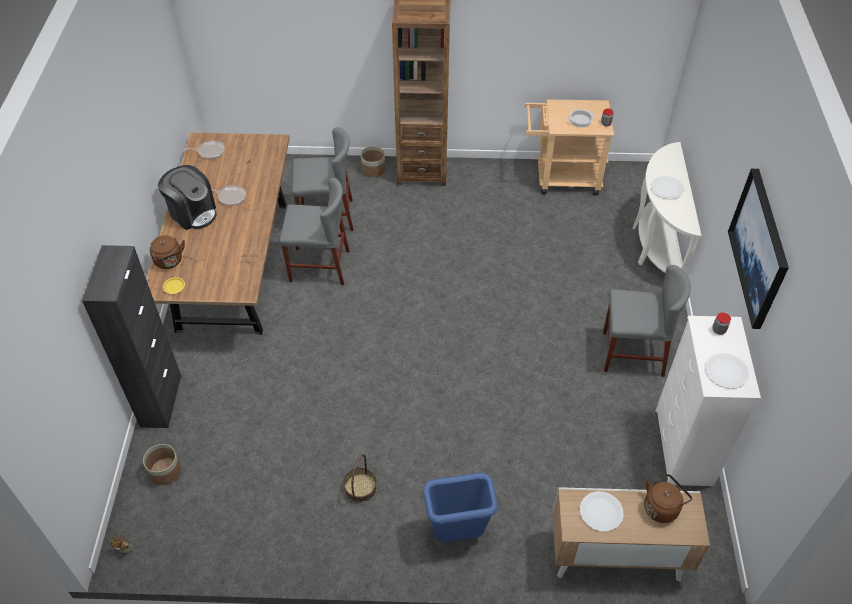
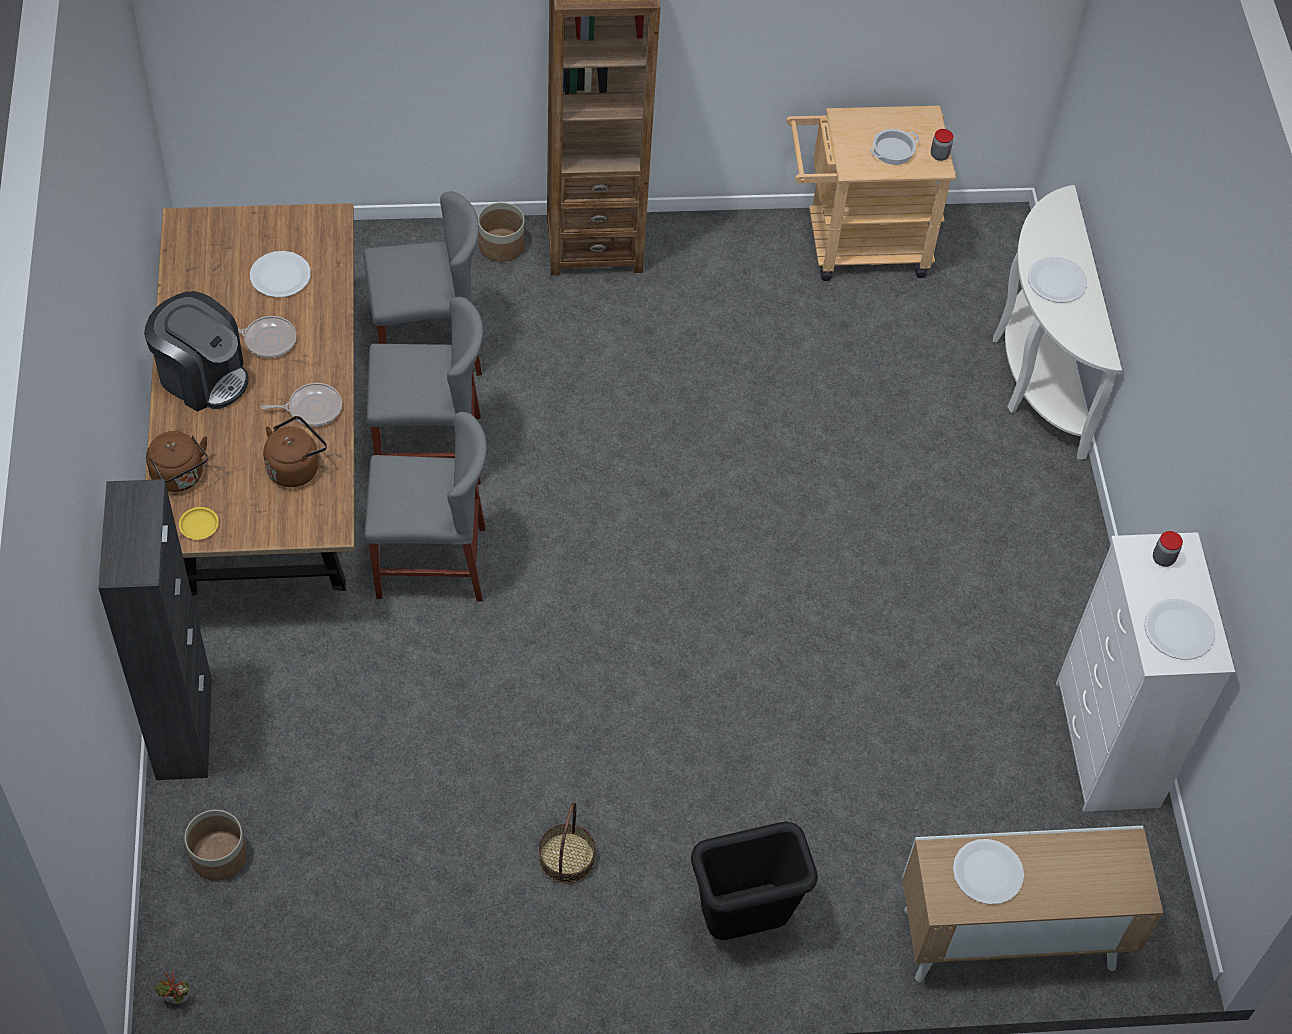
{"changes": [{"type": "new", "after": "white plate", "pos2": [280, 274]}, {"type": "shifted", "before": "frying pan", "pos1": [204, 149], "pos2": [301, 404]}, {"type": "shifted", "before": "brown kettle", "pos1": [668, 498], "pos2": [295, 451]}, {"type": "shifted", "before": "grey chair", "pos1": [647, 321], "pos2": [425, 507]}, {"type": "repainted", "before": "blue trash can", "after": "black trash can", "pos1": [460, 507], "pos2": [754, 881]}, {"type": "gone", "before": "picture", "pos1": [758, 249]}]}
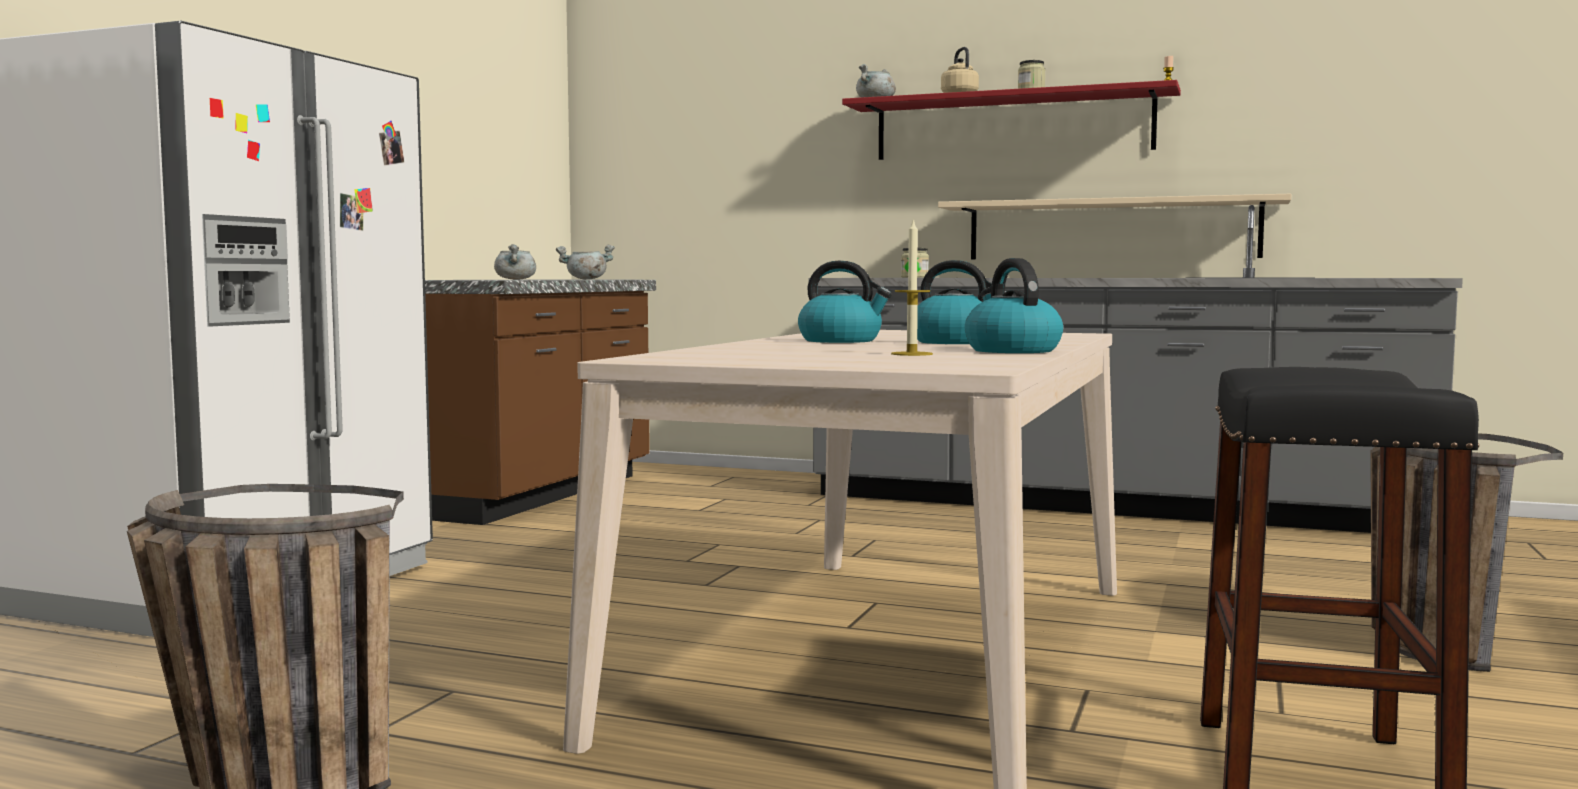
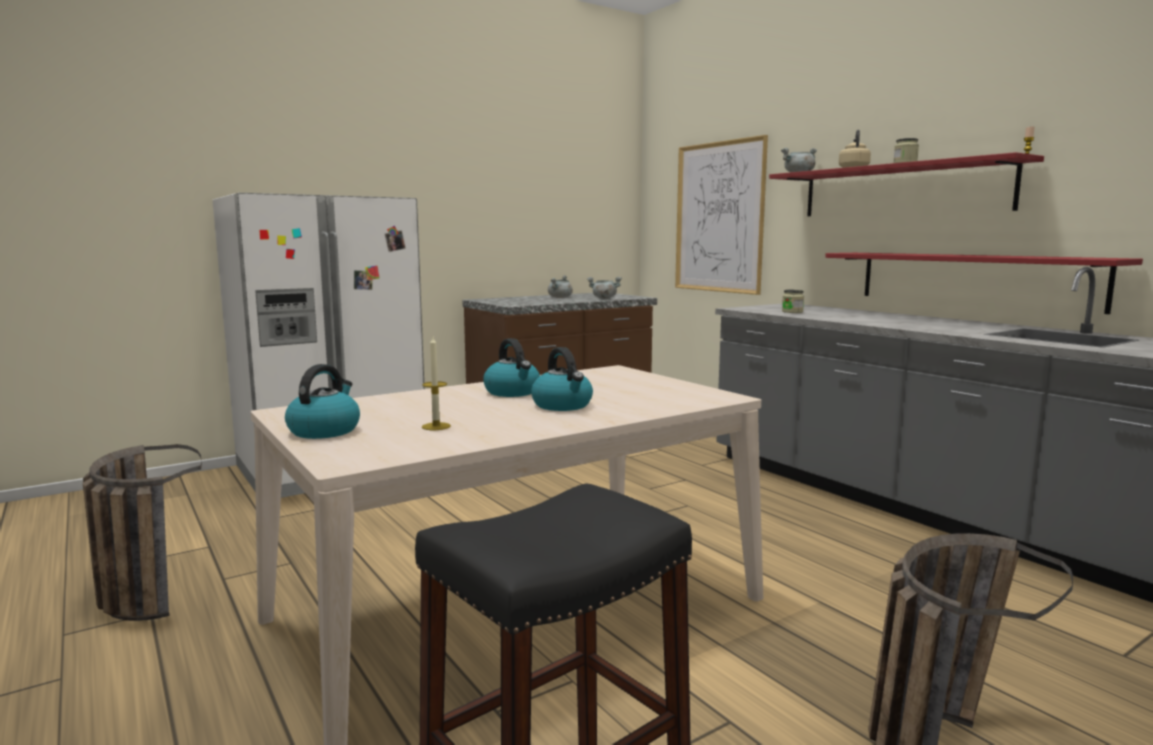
{"changes": [{"type": "shifted", "before": "kettle", "pos1": [1014, 305], "pos2": [322, 401]}, {"type": "new", "after": "picture", "pos2": [721, 215]}, {"type": "repainted", "before": "beige shelf", "after": "red shelf", "pos1": [1114, 227], "pos2": [984, 283]}]}
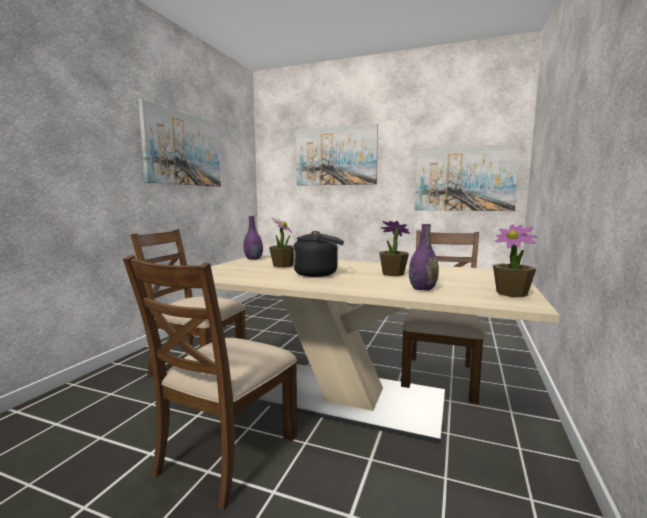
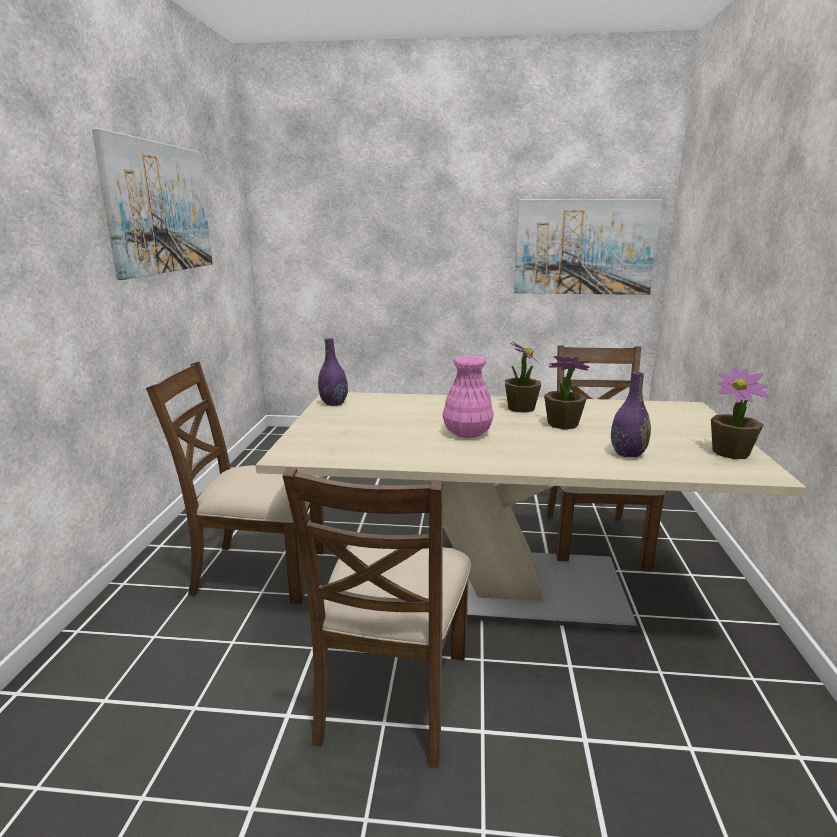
{"changes": [{"type": "swapped", "before": "black kettle", "after": "pink vase", "pos1": [318, 254], "pos2": [468, 397]}, {"type": "shifted", "before": "potted plant", "pos1": [281, 243], "pos2": [523, 377]}, {"type": "gone", "before": "picture", "pos1": [337, 154]}]}
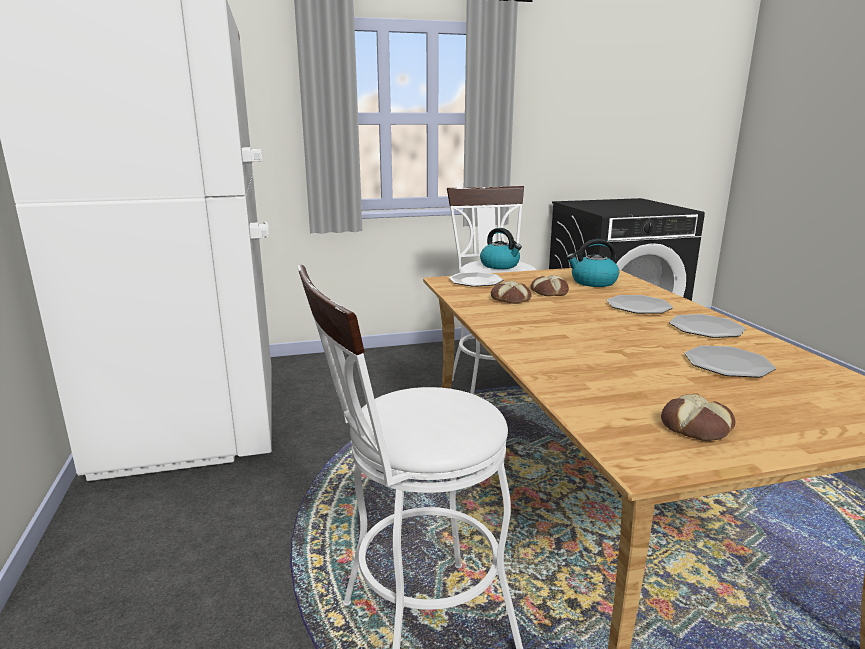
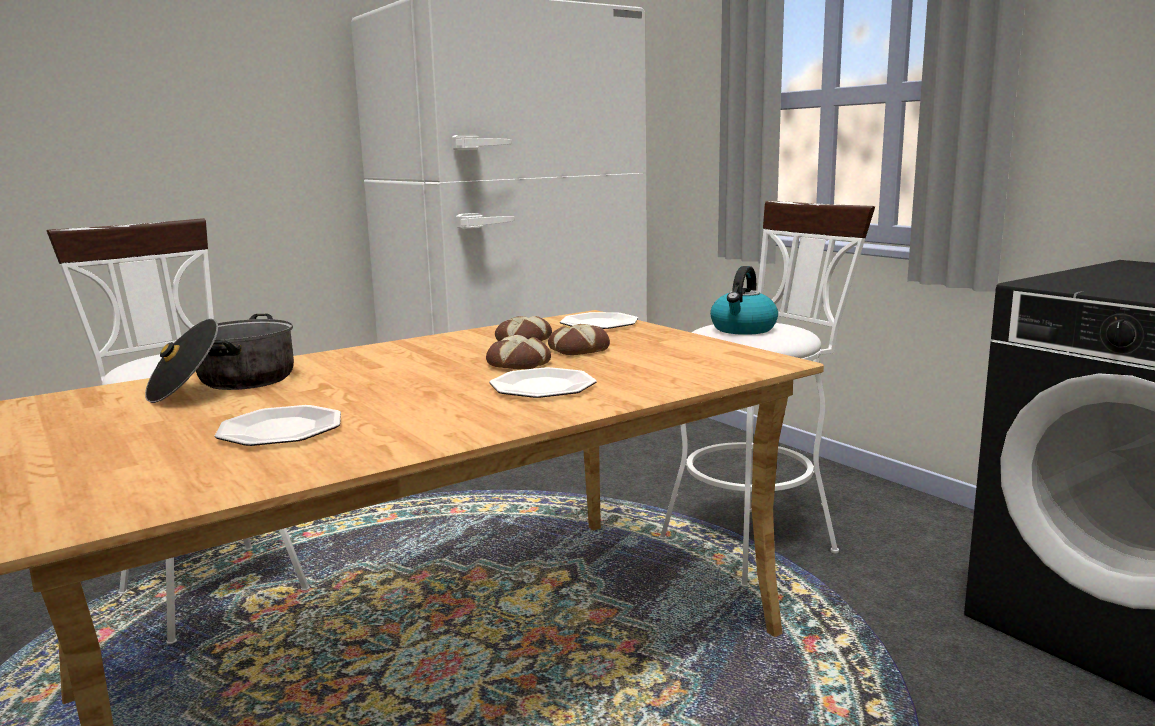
{"changes": [{"type": "new", "after": "cooking pot", "pos2": [219, 358]}, {"type": "shifted", "before": "bread", "pos1": [698, 417], "pos2": [518, 352]}, {"type": "gone", "before": "kettle", "pos1": [593, 263]}, {"type": "gone", "before": "plate", "pos1": [707, 326]}]}
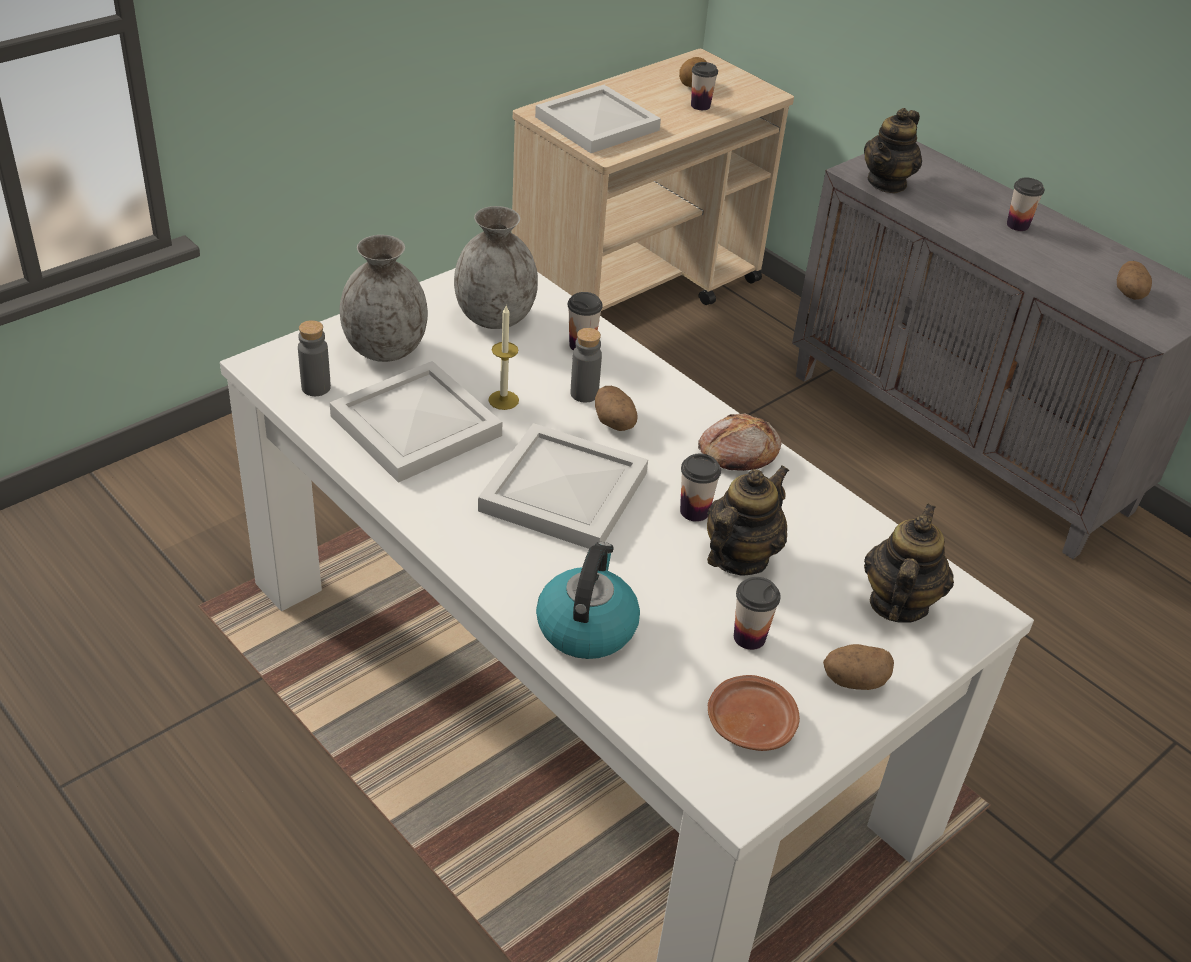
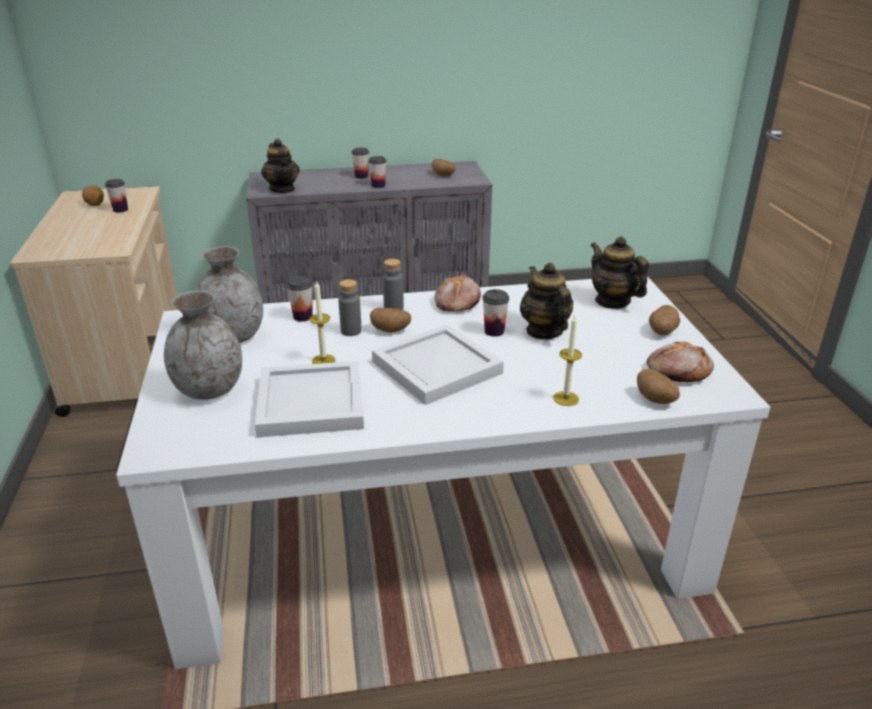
{"changes": [{"type": "shifted", "before": "cup", "pos1": [757, 613], "pos2": [377, 172]}, {"type": "shifted", "before": "grey bottle", "pos1": [314, 358], "pos2": [393, 284]}, {"type": "swapped", "before": "kettle", "after": "candle", "pos1": [588, 600], "pos2": [567, 360]}, {"type": "new", "after": "potato", "pos2": [658, 386]}, {"type": "swapped", "before": "brown plate", "after": "bread", "pos1": [754, 713], "pos2": [680, 362]}, {"type": "gone", "before": "white tray", "pos1": [598, 119]}]}
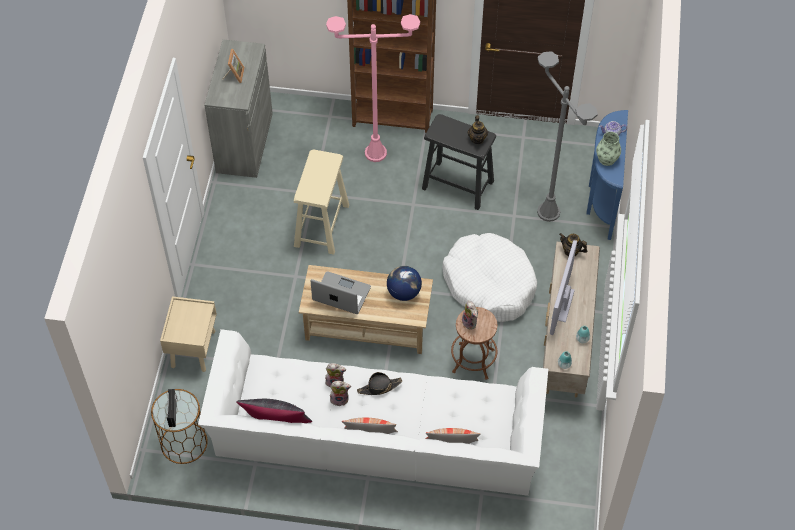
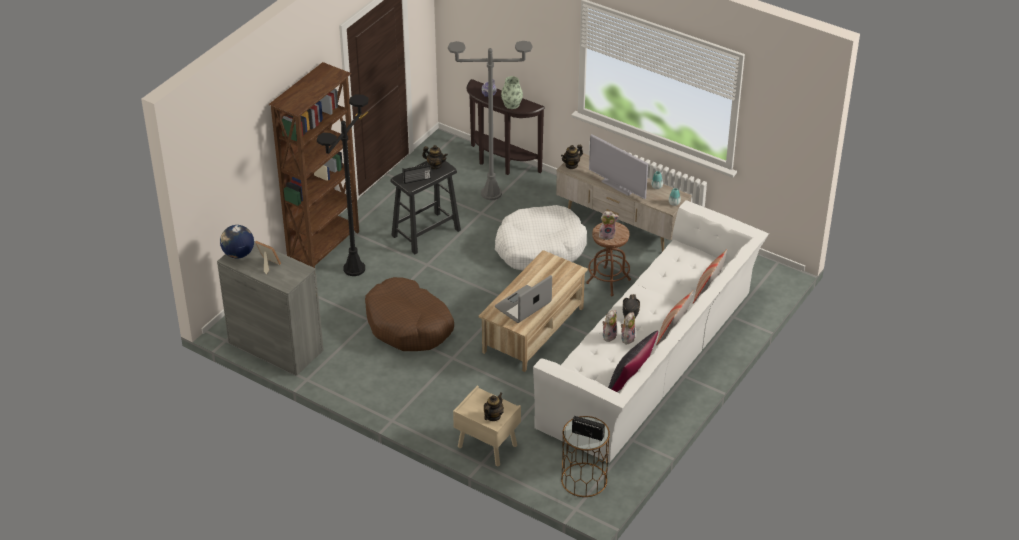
{"changes": [{"type": "shifted", "before": "globe", "pos1": [404, 283], "pos2": [237, 242]}, {"type": "repainted", "before": "pink floor lamp", "after": "black floor lamp", "pos1": [373, 88], "pos2": [343, 185]}, {"type": "swapped", "before": "beige stool", "after": "brown dog bed", "pos1": [321, 202], "pos2": [409, 314]}, {"type": "new", "after": "radio", "pos2": [416, 173]}, {"type": "repainted", "before": "blue console table", "after": "brown console table", "pos1": [607, 175], "pos2": [506, 127]}, {"type": "new", "after": "teapot", "pos2": [494, 407]}]}
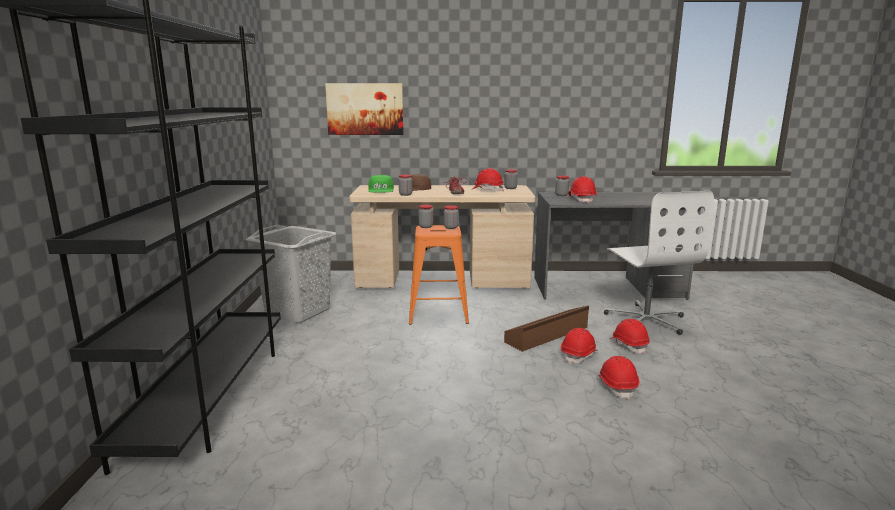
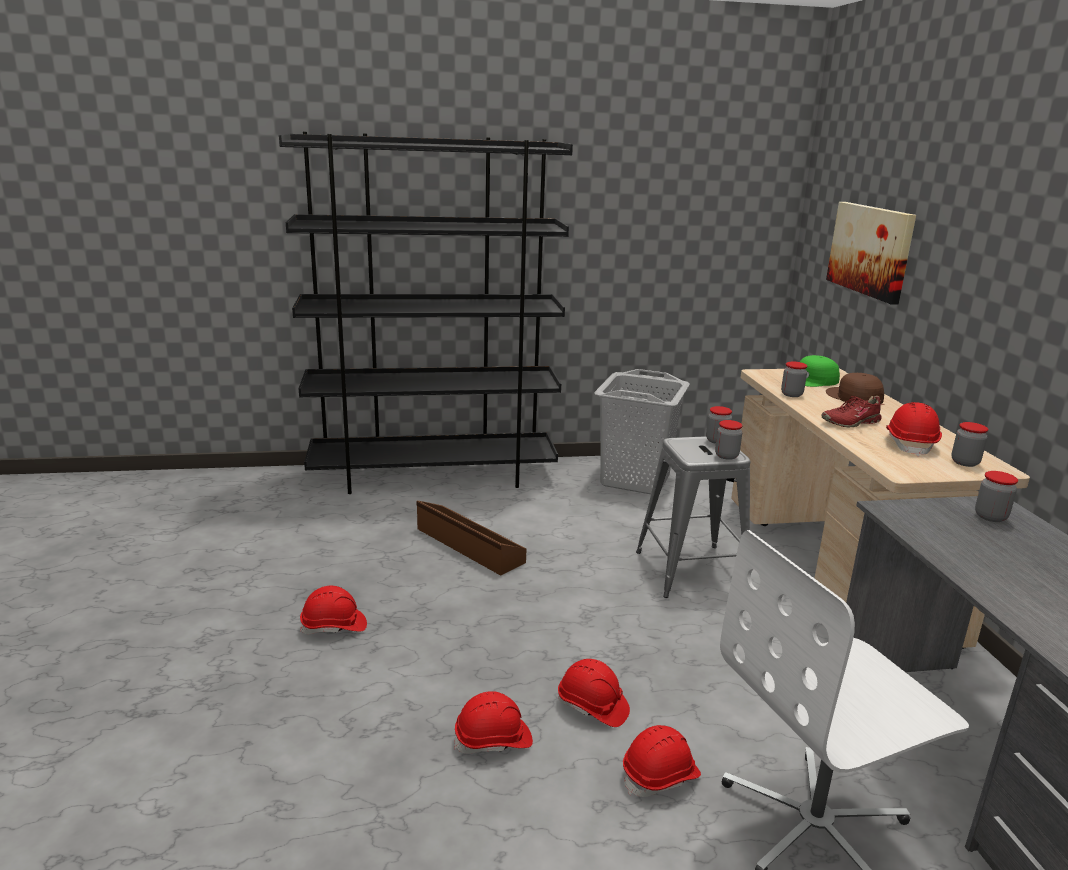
{"changes": [{"type": "shifted", "before": "red hard hat", "pos1": [582, 190], "pos2": [333, 610]}, {"type": "shifted", "before": "brown storage box", "pos1": [546, 329], "pos2": [471, 538]}, {"type": "repainted", "before": "orange stool", "after": "grey stool", "pos1": [439, 275], "pos2": [693, 517]}]}
